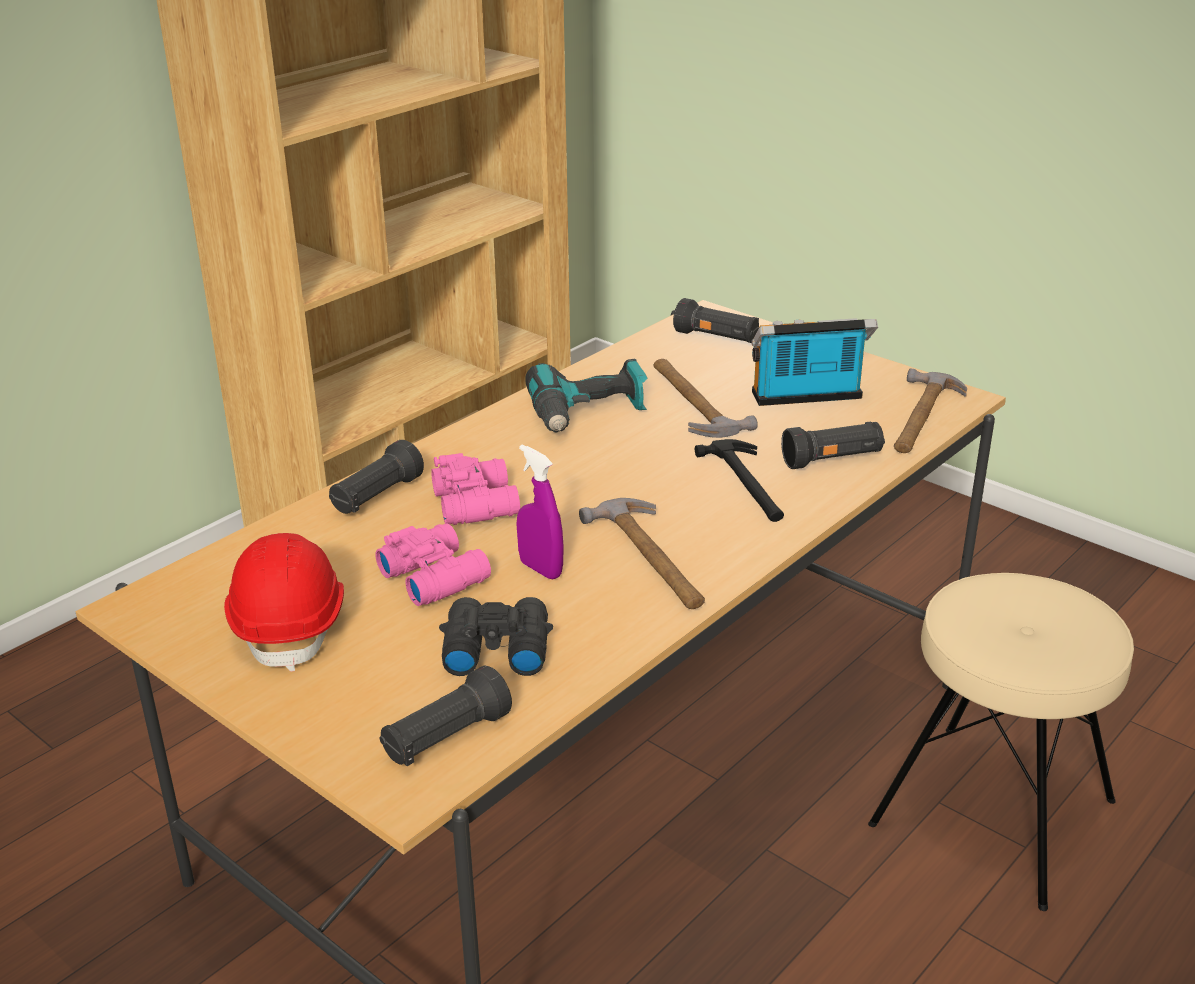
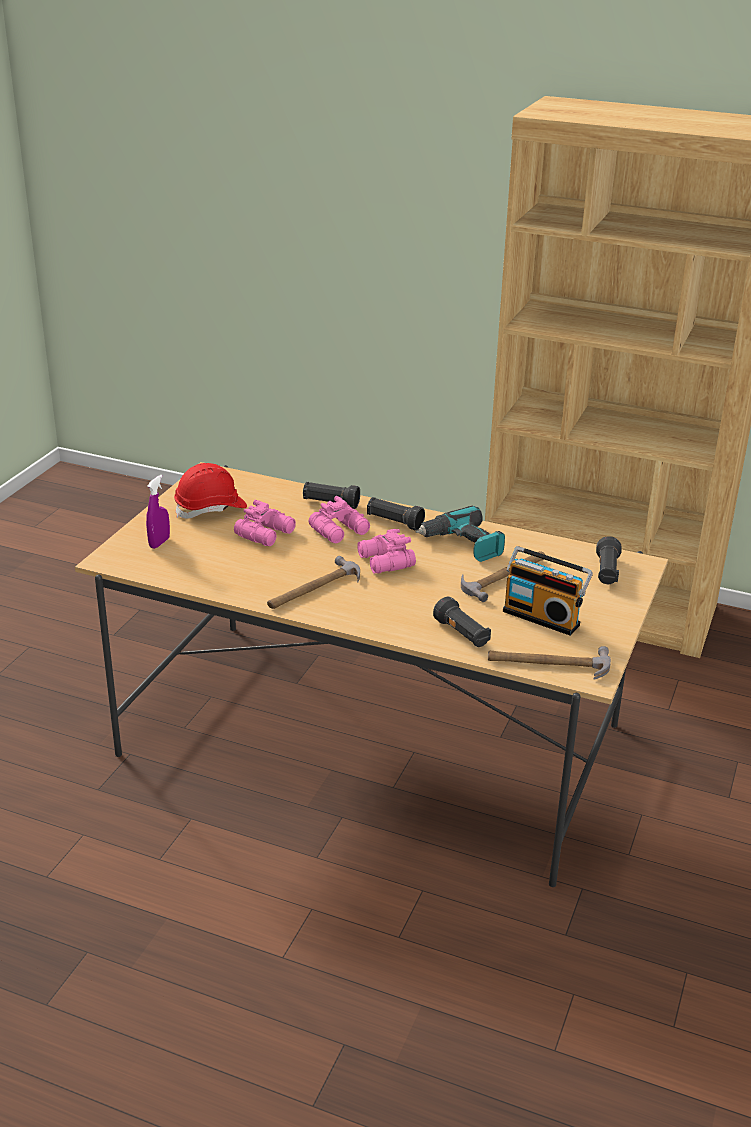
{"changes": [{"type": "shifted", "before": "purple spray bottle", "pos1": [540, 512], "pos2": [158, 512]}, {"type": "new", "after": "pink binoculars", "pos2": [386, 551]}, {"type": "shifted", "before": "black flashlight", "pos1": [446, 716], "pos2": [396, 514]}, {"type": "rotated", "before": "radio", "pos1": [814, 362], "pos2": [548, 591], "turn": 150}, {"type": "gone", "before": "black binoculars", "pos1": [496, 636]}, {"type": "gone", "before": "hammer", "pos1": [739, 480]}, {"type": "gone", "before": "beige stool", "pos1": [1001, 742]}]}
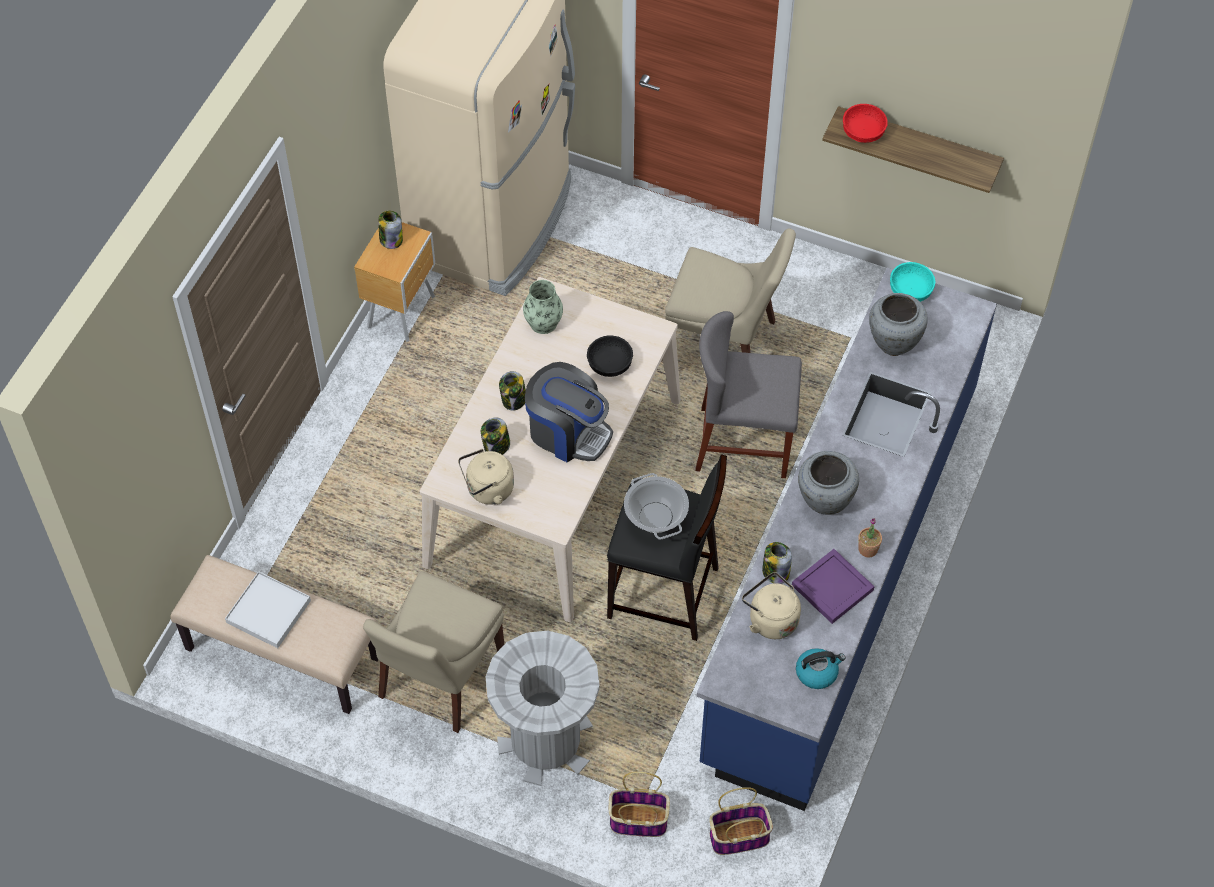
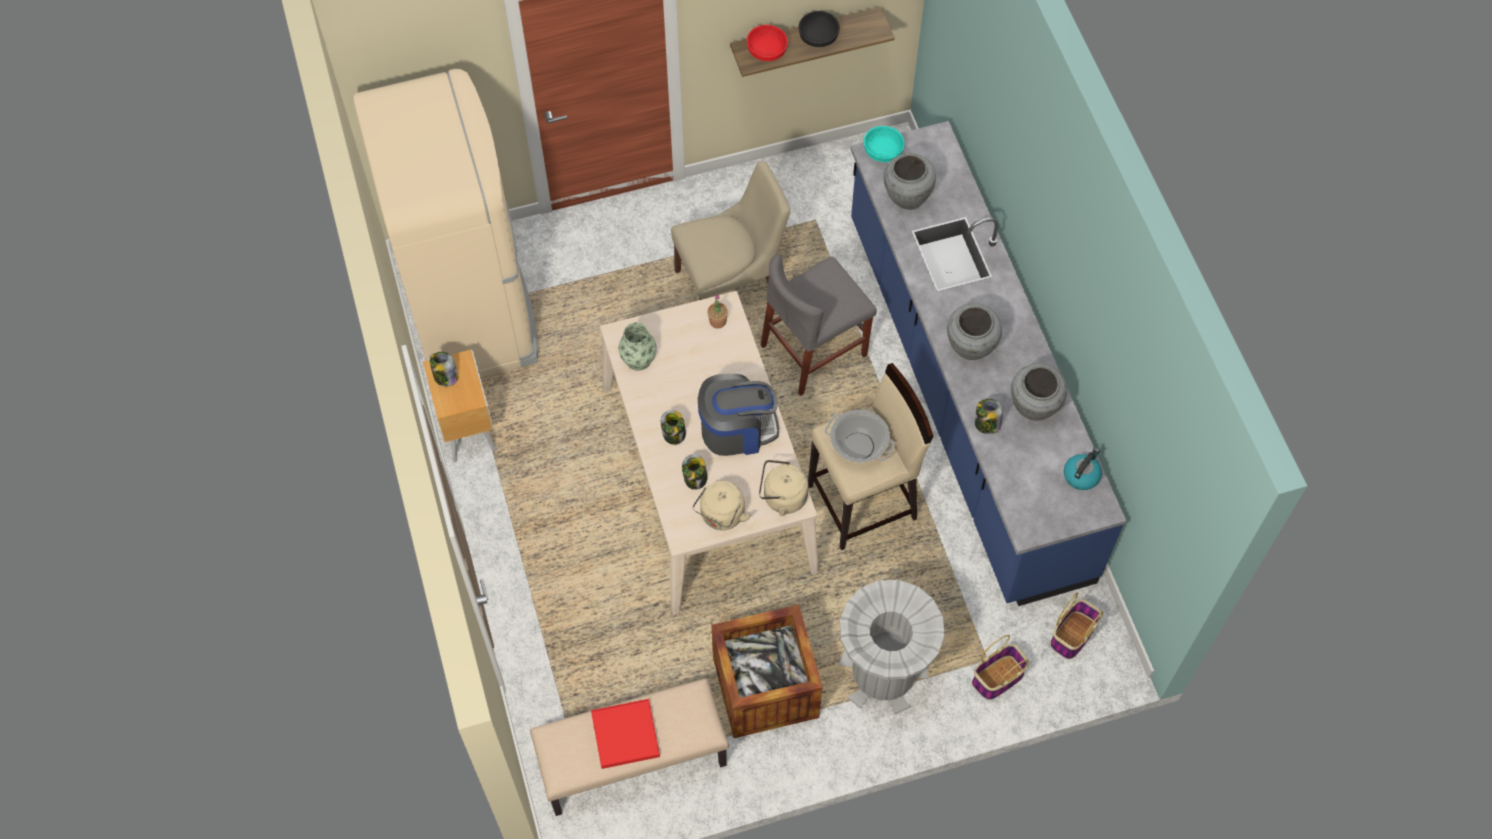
{"changes": [{"type": "repainted", "before": "white tray", "after": "red tray", "pos1": [268, 609], "pos2": [625, 734]}, {"type": "shifted", "before": "potted plant", "pos1": [870, 537], "pos2": [717, 311]}, {"type": "swapped", "before": "beige chair", "after": "crate", "pos1": [433, 652], "pos2": [766, 671]}, {"type": "shifted", "before": "beige kettle", "pos1": [771, 605], "pos2": [783, 488]}, {"type": "shifted", "before": "black bowl", "pos1": [610, 356], "pos2": [819, 29]}, {"type": "repainted", "before": "black stool", "after": "beige stool", "pos1": [667, 547], "pos2": [870, 456]}, {"type": "swapped", "before": "purple tray", "after": "grey vase", "pos1": [833, 586], "pos2": [1039, 391]}]}
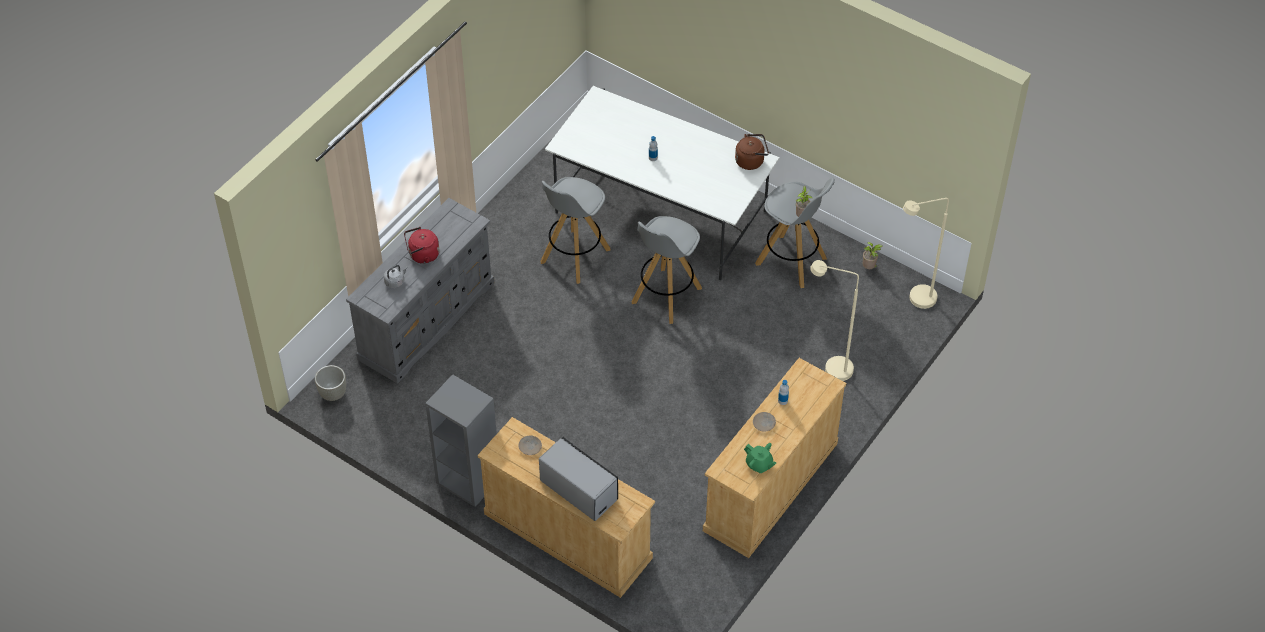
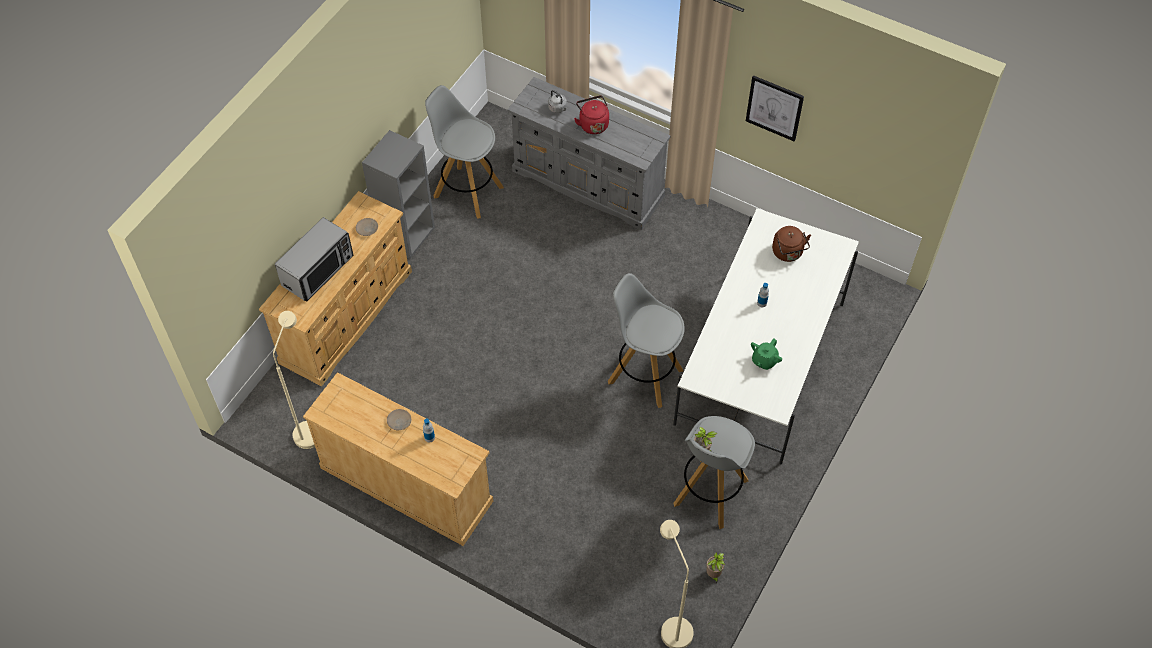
{"changes": [{"type": "shifted", "before": "beige floor lamp", "pos1": [834, 320], "pos2": [294, 380]}, {"type": "shifted", "before": "grey stool", "pos1": [575, 230], "pos2": [464, 152]}, {"type": "new", "after": "picture", "pos2": [775, 108]}, {"type": "shifted", "before": "green teapot", "pos1": [760, 458], "pos2": [766, 354]}, {"type": "shifted", "before": "brown kettle", "pos1": [752, 152], "pos2": [791, 244]}, {"type": "gone", "before": "grey planter", "pos1": [330, 383]}]}
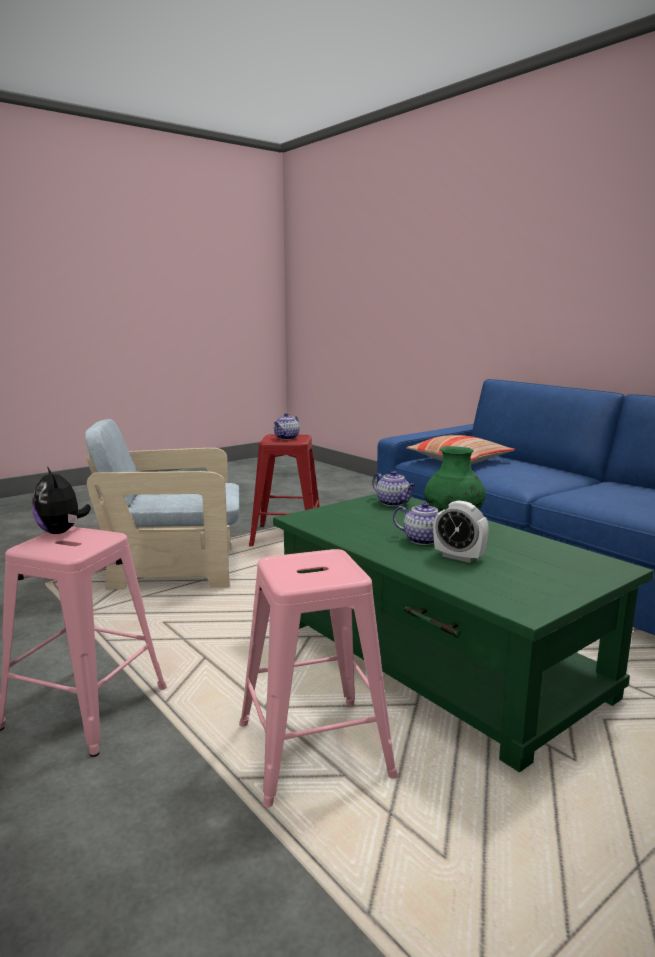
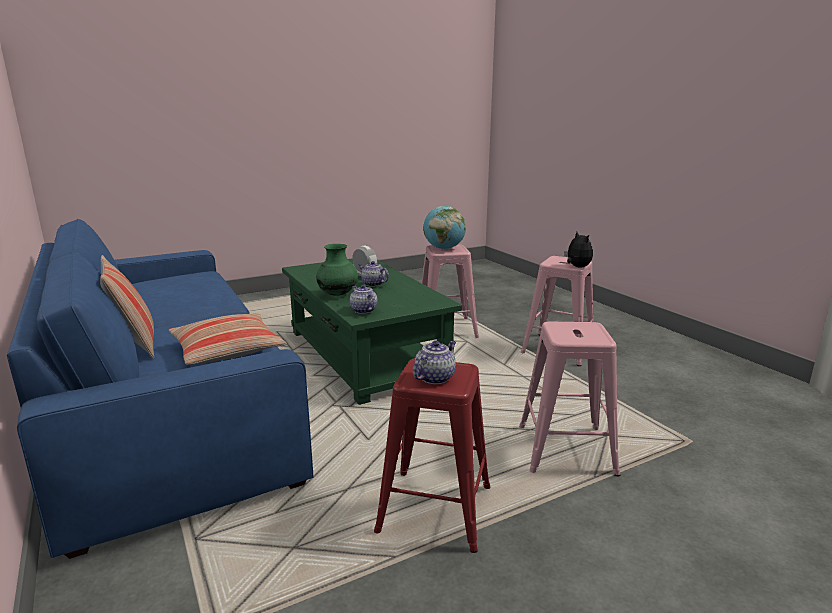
{"changes": [{"type": "new", "after": "pillow", "pos2": [127, 307]}, {"type": "new", "after": "globe", "pos2": [444, 227]}, {"type": "swapped", "before": "beige armchair", "after": "pink stool", "pos1": [162, 504], "pos2": [569, 399]}]}
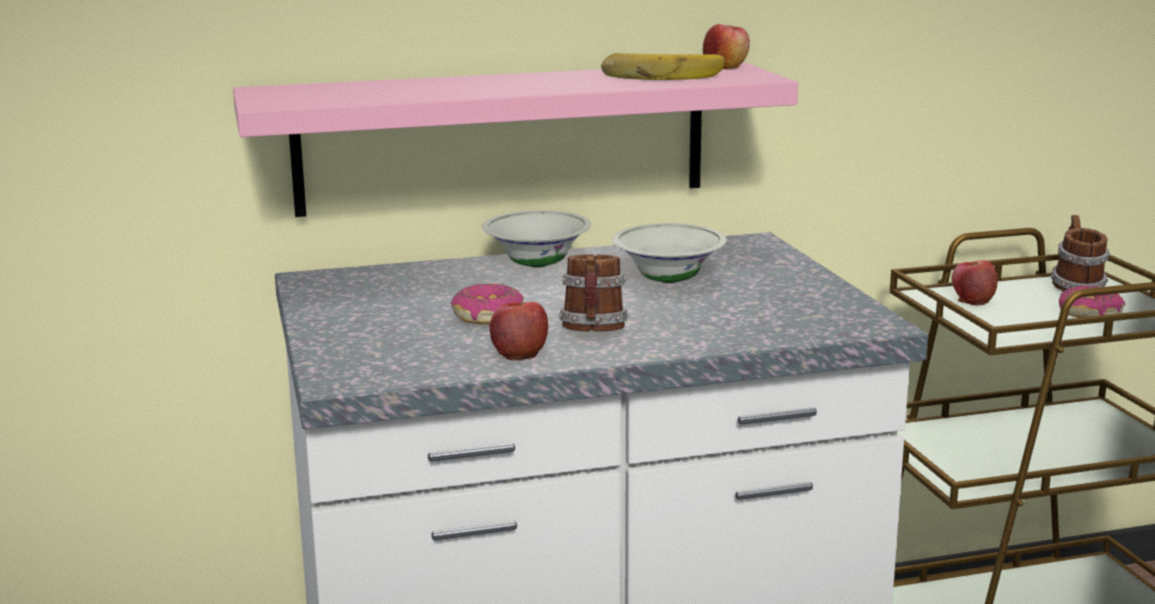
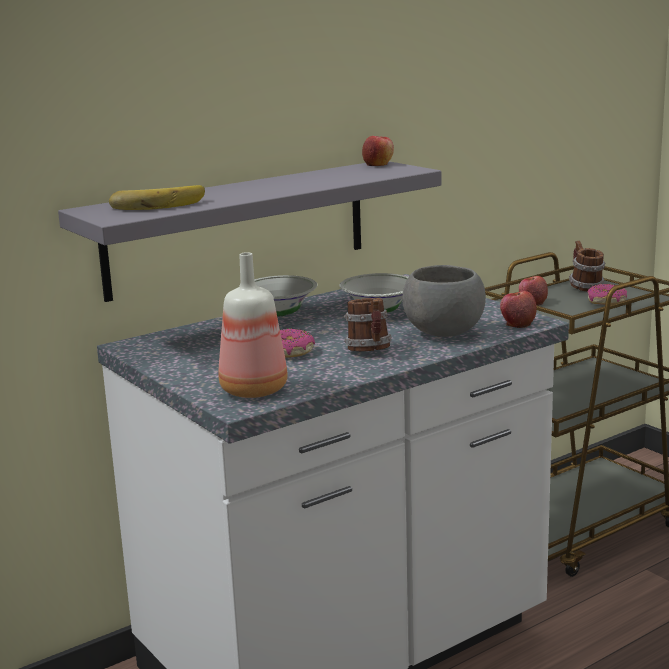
{"changes": [{"type": "repainted", "before": "pink shelf", "after": "grey shelf", "pos1": [515, 139], "pos2": [249, 231]}, {"type": "shifted", "before": "banana", "pos1": [663, 66], "pos2": [157, 197]}, {"type": "new", "after": "bottle", "pos2": [253, 325]}, {"type": "new", "after": "grey bowl", "pos2": [444, 301]}, {"type": "shifted", "before": "apple", "pos1": [518, 331], "pos2": [518, 309]}]}
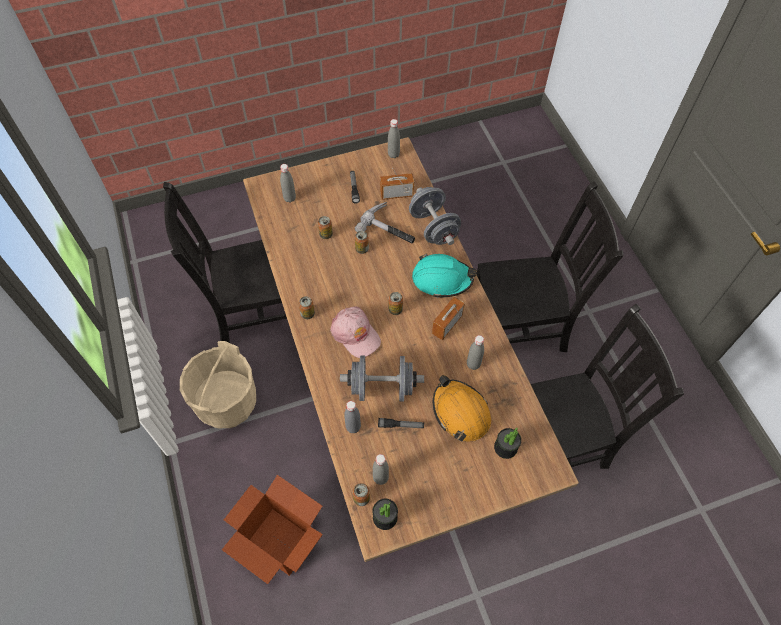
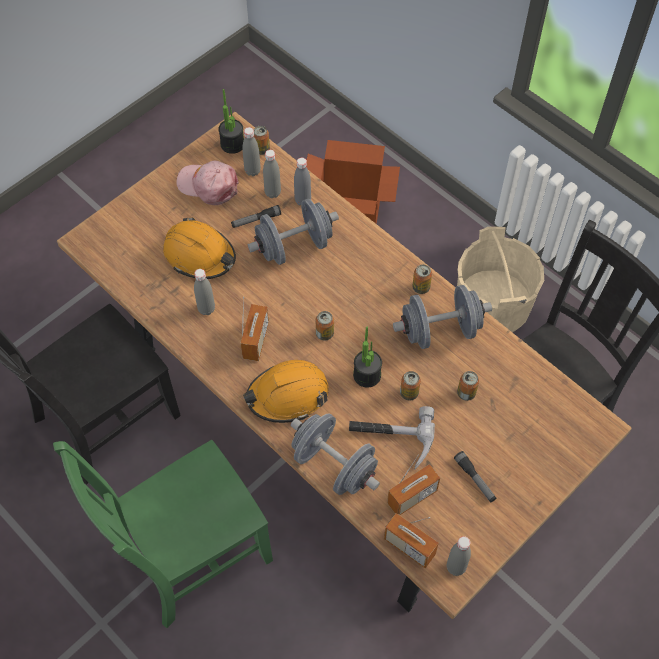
{"changes": [{"type": "repainted", "before": "black chair", "after": "green chair", "pos1": [550, 266], "pos2": [163, 534]}, {"type": "shifted", "before": "pink cap", "pos1": [355, 332], "pos2": [207, 183]}, {"type": "repainted", "before": "turquoise hard hat", "after": "orange hard hat", "pos1": [444, 275], "pos2": [285, 391]}, {"type": "shifted", "before": "grey bottle", "pos1": [288, 183], "pos2": [272, 174]}, {"type": "shifted", "before": "potted plant", "pos1": [507, 443], "pos2": [367, 357]}, {"type": "new", "after": "radio", "pos2": [411, 540]}, {"type": "new", "after": "grey dumbbell", "pos2": [442, 317]}]}
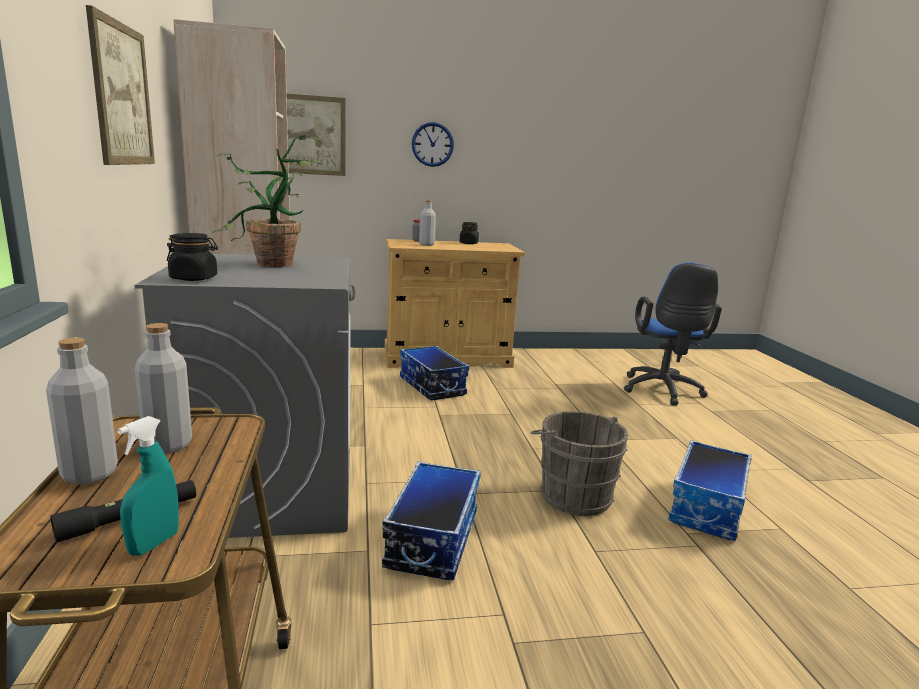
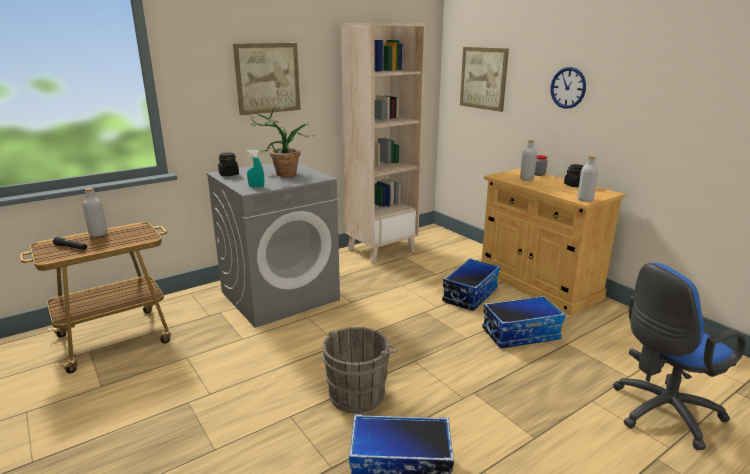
{"changes": [{"type": "shifted", "before": "turquoise spray bottle", "pos1": [148, 486], "pos2": [255, 168]}, {"type": "shifted", "before": "storage box", "pos1": [431, 520], "pos2": [524, 322]}, {"type": "shifted", "before": "grey bottle", "pos1": [163, 388], "pos2": [587, 178]}]}
